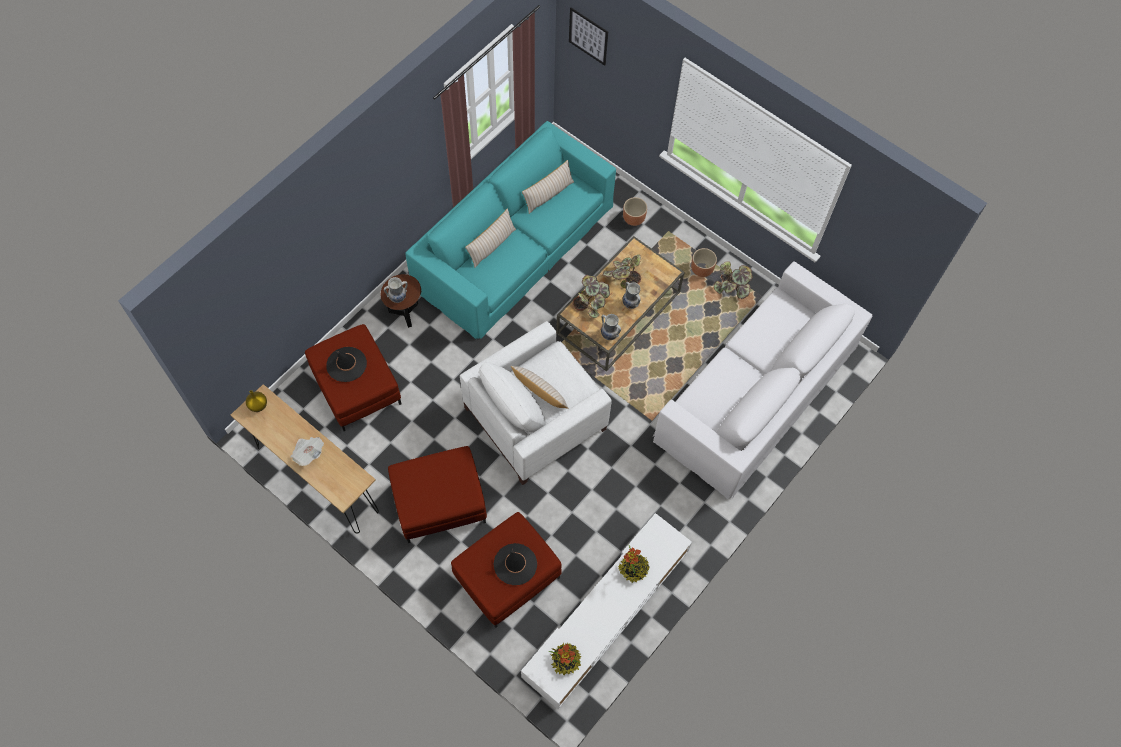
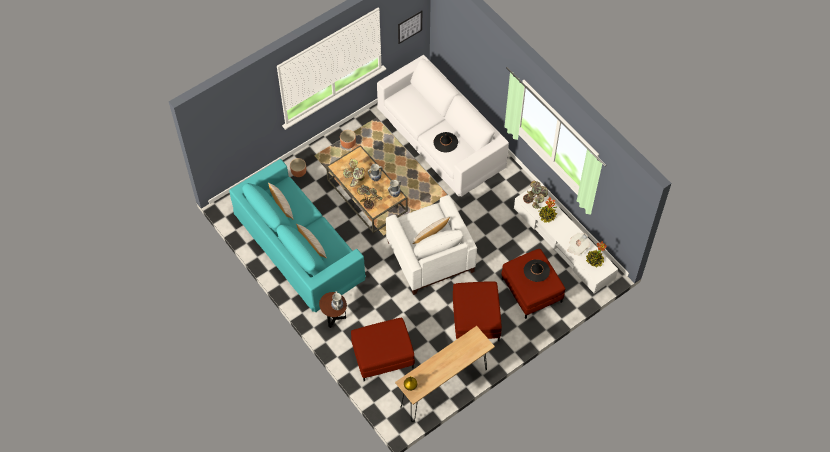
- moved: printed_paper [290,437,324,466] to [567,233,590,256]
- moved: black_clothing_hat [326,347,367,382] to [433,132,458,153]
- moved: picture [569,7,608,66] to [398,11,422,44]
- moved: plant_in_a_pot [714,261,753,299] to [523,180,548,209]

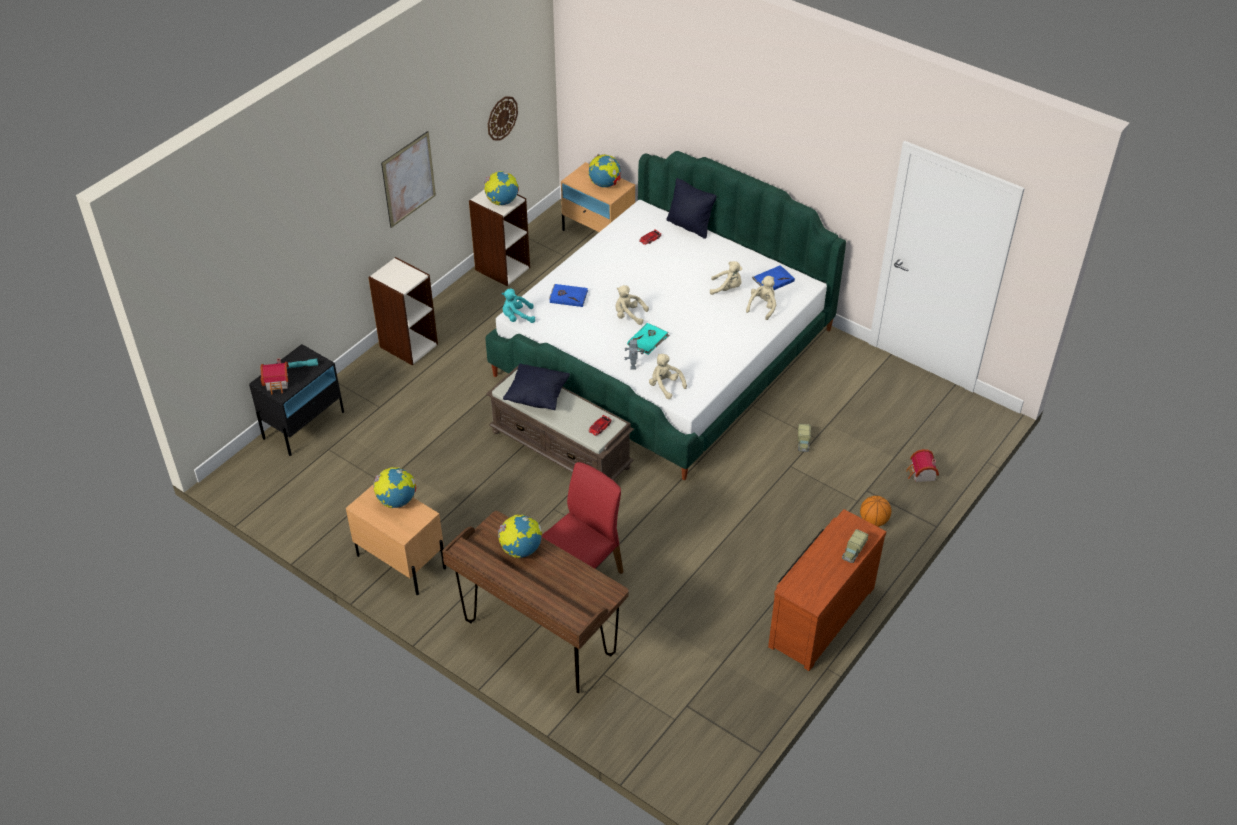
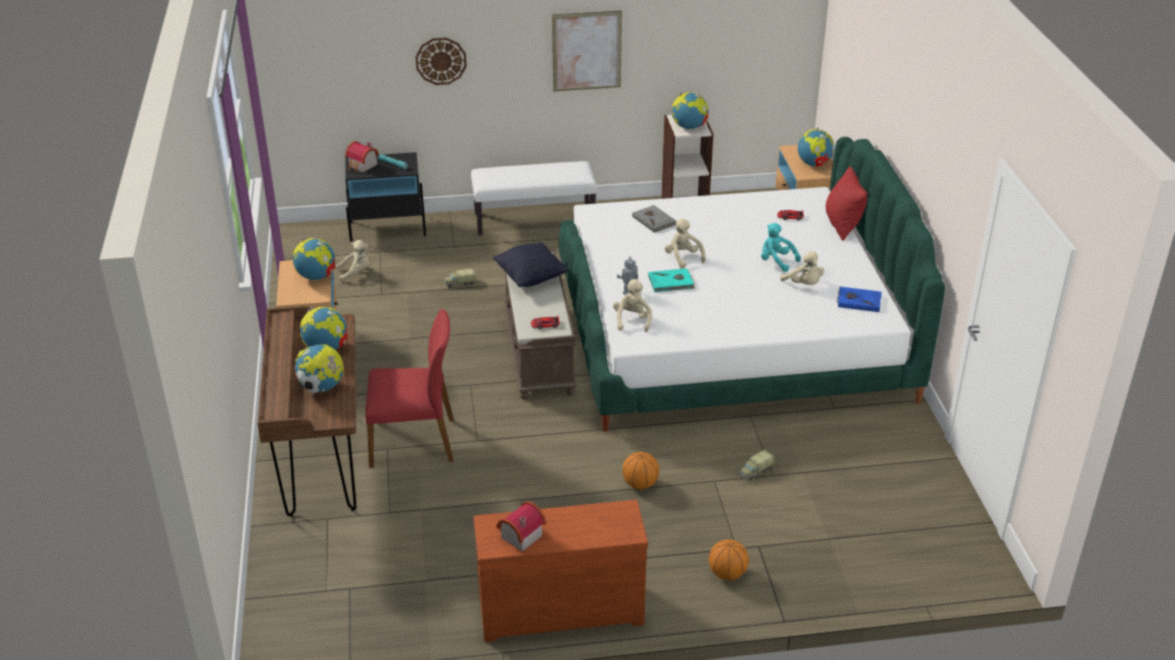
- added: desk_globe [294,344,344,393]
- added: basketball_ball [622,452,659,489]
- moved: clock_on_the_wall [488,96,518,140] to [415,38,467,85]
- moved: blue-green_cuddly_toy [502,288,535,323] to [761,223,801,272]
- moved: beige_cuddly_toy [746,276,776,320] to [336,240,370,282]
- moved: model_truck [842,529,868,563] to [444,268,477,288]
- moved: miniature_house [906,449,939,482] to [496,501,546,552]
- replaced: bookcase [368,257,438,365] to whitish_indoor_bench [471,161,597,235]
- recoloured: blue-coloured_book [549,284,588,307] to gray_book [632,205,677,233]
- recoloured: black_pillow [666,178,717,239] to red_pillow [826,166,867,241]

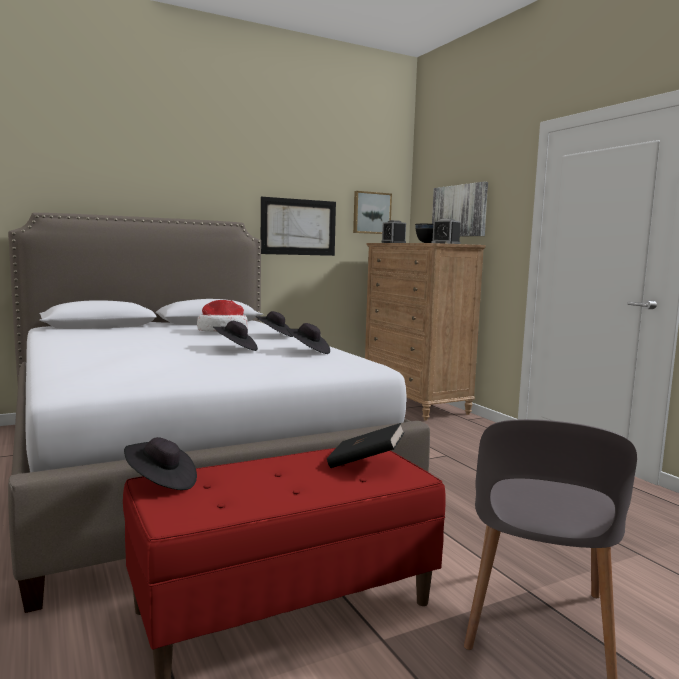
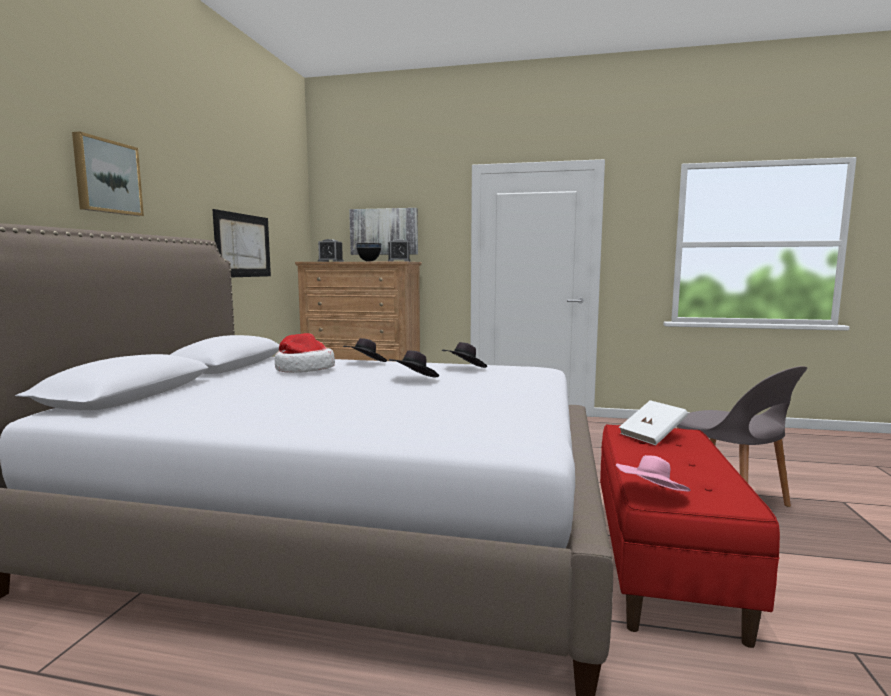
- moved: picture [353,191,392,234] to [72,132,144,216]
- recoloured: black_clothing_hat [124,437,197,490] to pink_clothing_hat [616,455,690,491]
- recoloured: black_book [327,423,405,468] to whitish_book [619,400,688,445]

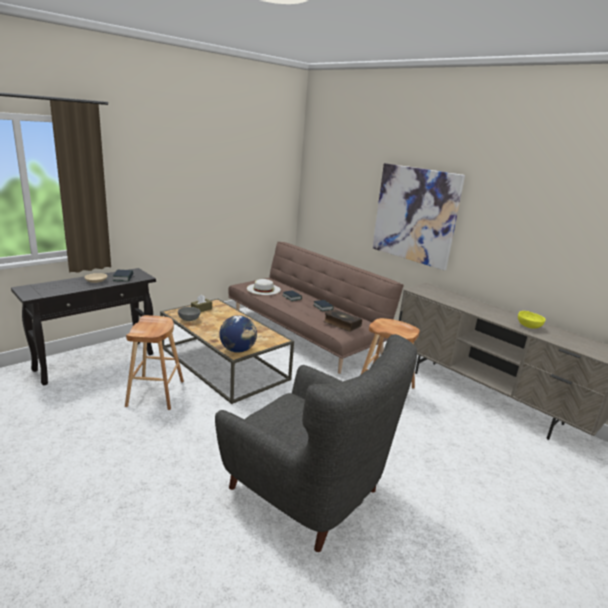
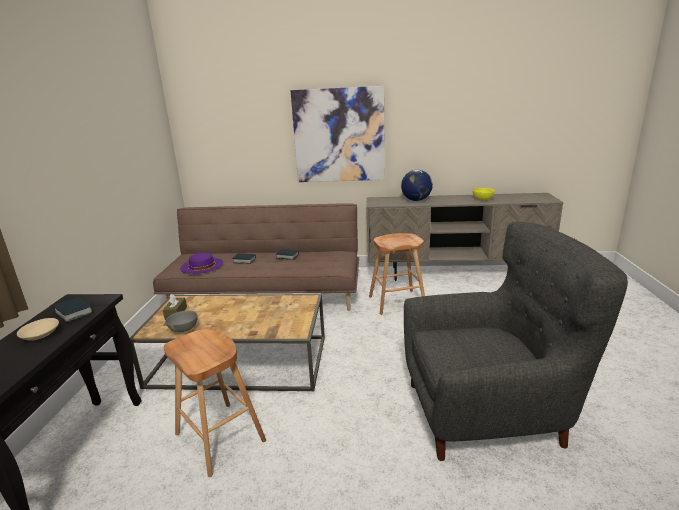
- removed: book [324,309,362,332]
- moved: desk_globe [219,315,257,353] to [401,170,433,201]
- recoloured: whitish_clothing_hat [247,279,281,295] to purplish_clothing_hat [180,253,223,274]

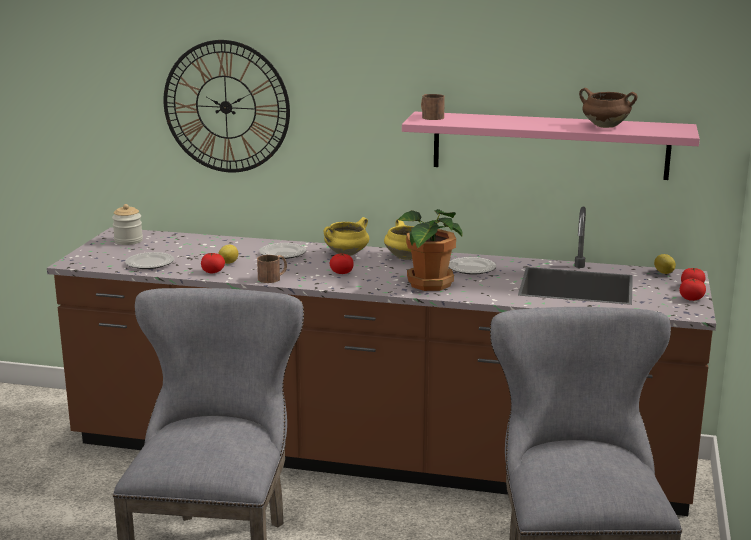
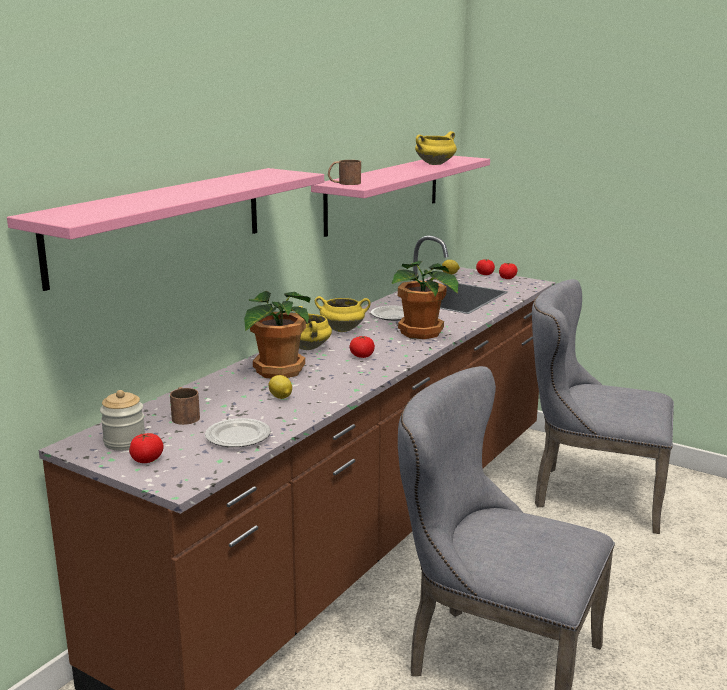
- moved: tomato [201,253,225,273] to [129,433,164,463]
- moved: brown_tea_mug [257,255,287,283] to [170,387,200,425]
- replaced: clock_on_the_wall [164,40,290,173] to pink_bracket_shelf [7,168,324,291]
- replaced: flat_dish [259,243,306,259] to plant_in_a_pot [244,291,311,378]
- recoloured: brown_cooking_pot [579,88,638,128] to yellow-coloured_cooking_pot [415,131,457,165]

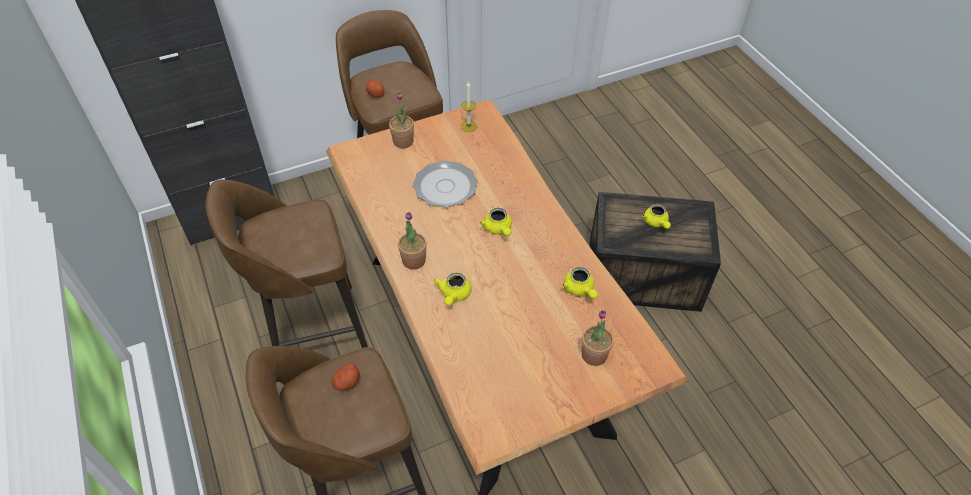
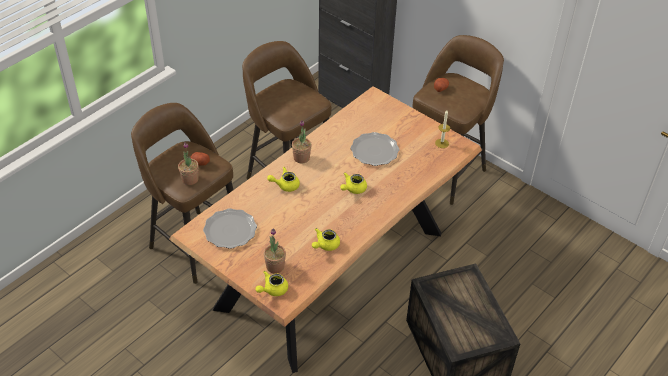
- added: flat_dish [203,208,257,249]
- moved: plant_in_a_pot [389,92,414,148] to [178,142,199,185]
- moved: yellow-coloured_pot_for_tea [643,204,671,229] to [255,271,288,296]

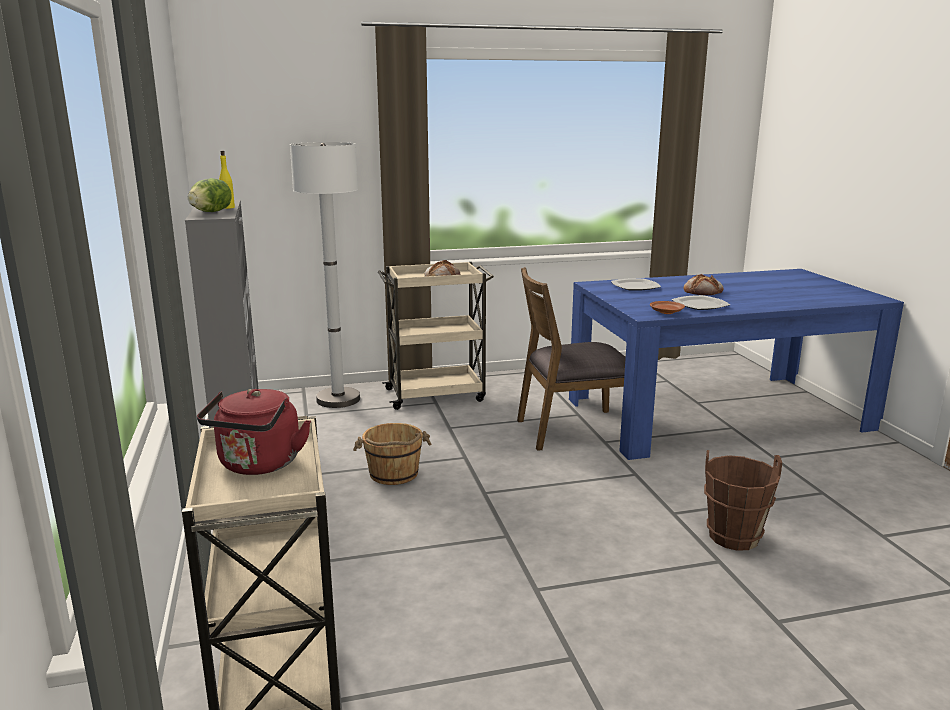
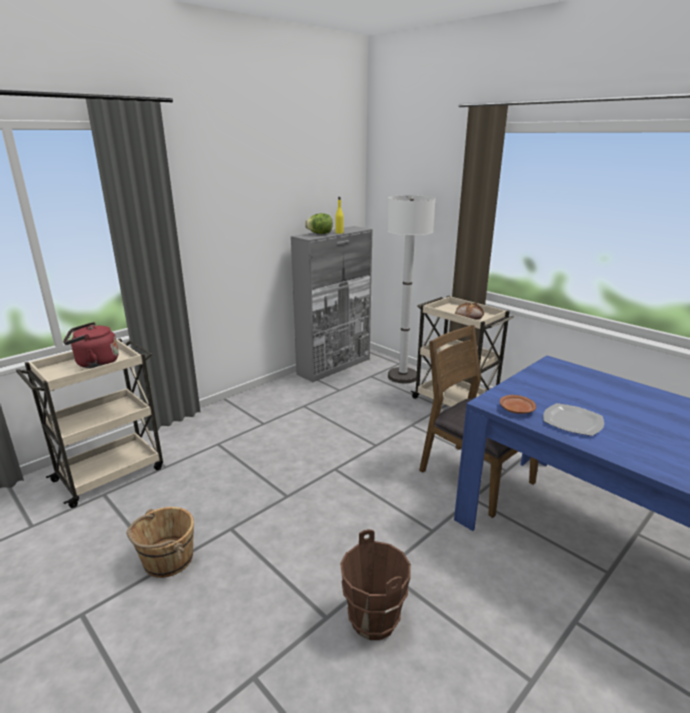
- removed: flat_dish [611,278,661,291]
- removed: bread [684,274,723,295]
- moved: brown_pail [353,423,431,485] to [127,507,194,578]

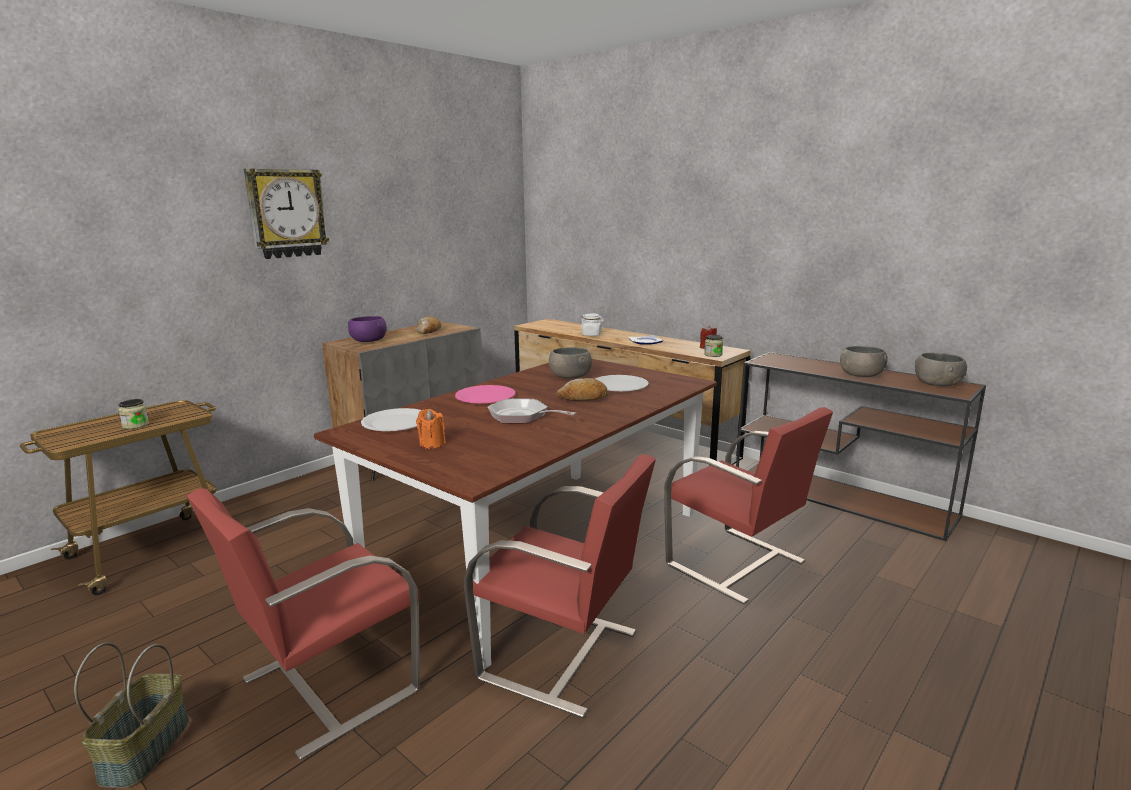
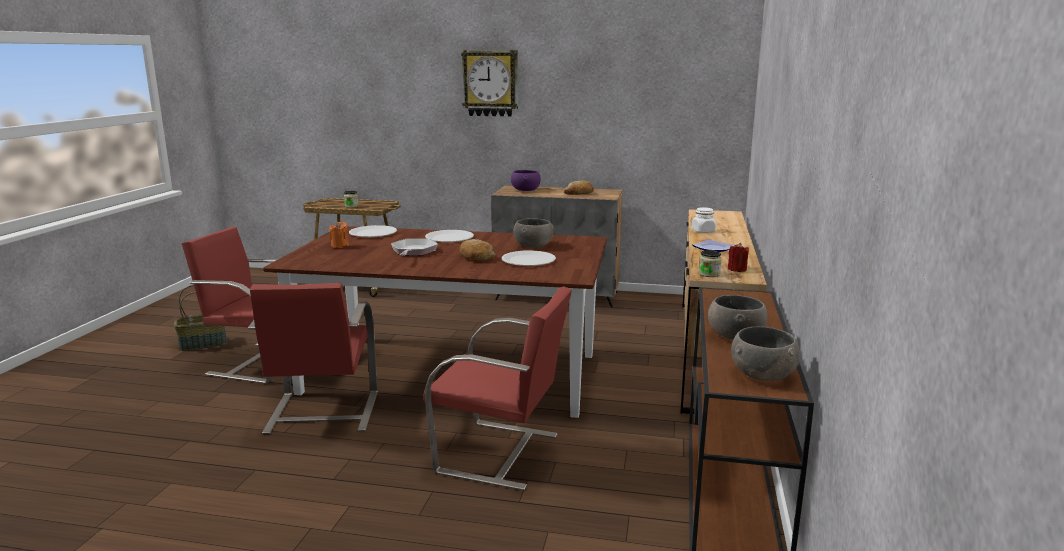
- recoloured: pink_flat_dish [455,385,515,403] to whitish_flat_dish [425,230,474,242]
- turned: red_upright_chair [664,407,833,605] = [423,286,572,491] 90 degrees counterclockwise

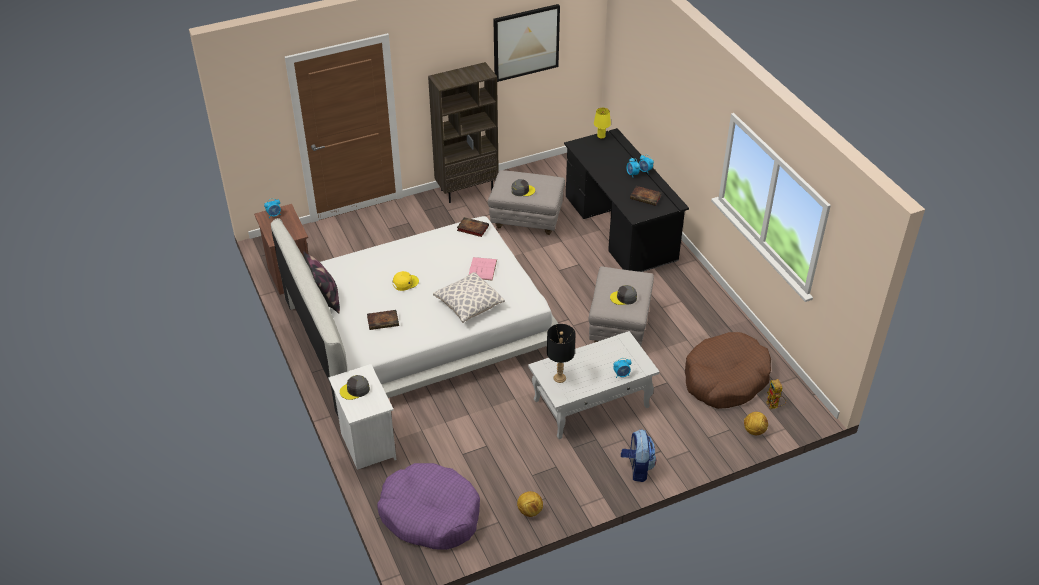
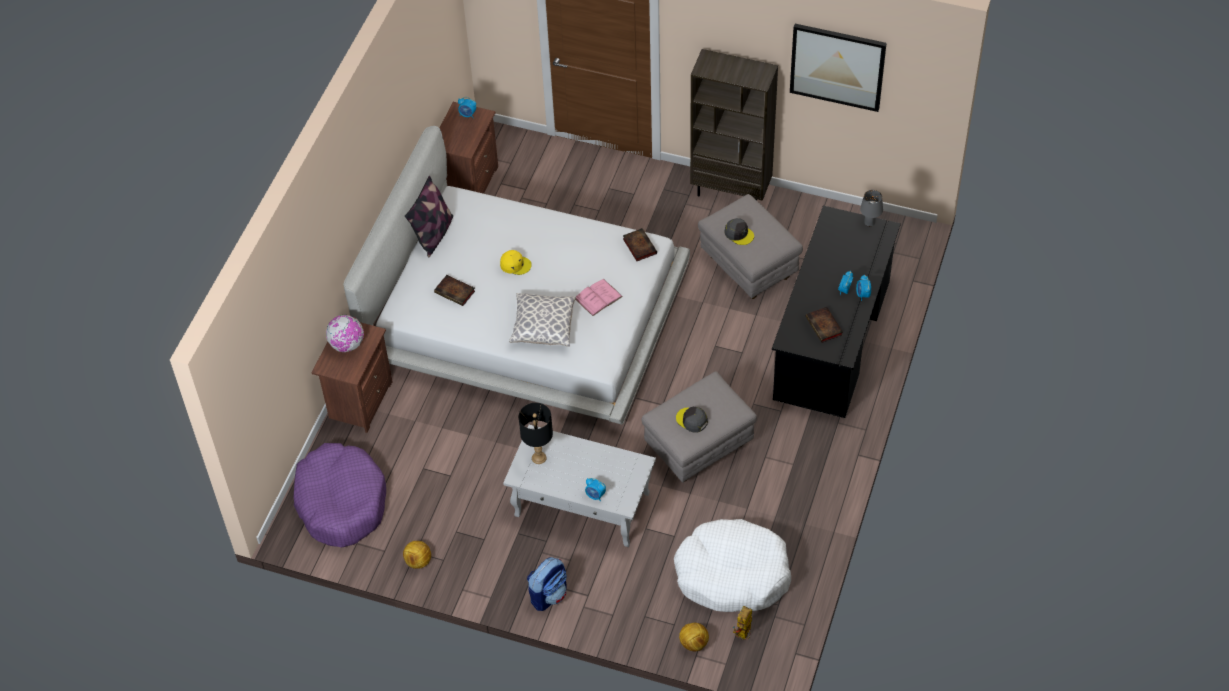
- replaced: gray_baseball_cap [340,375,370,400] to desk_globe [326,315,364,352]
- recoloured: whitish_night_table [328,364,396,470] to brown_night_table [311,322,393,433]
- recoloured: yellow-coloured_tabletop_lamp [594,108,611,139] to gray_tabletop_lamp [860,190,883,227]
- recoloured: brown_pet_bed [685,332,771,409] to whitish_pet_bed [674,519,791,612]

